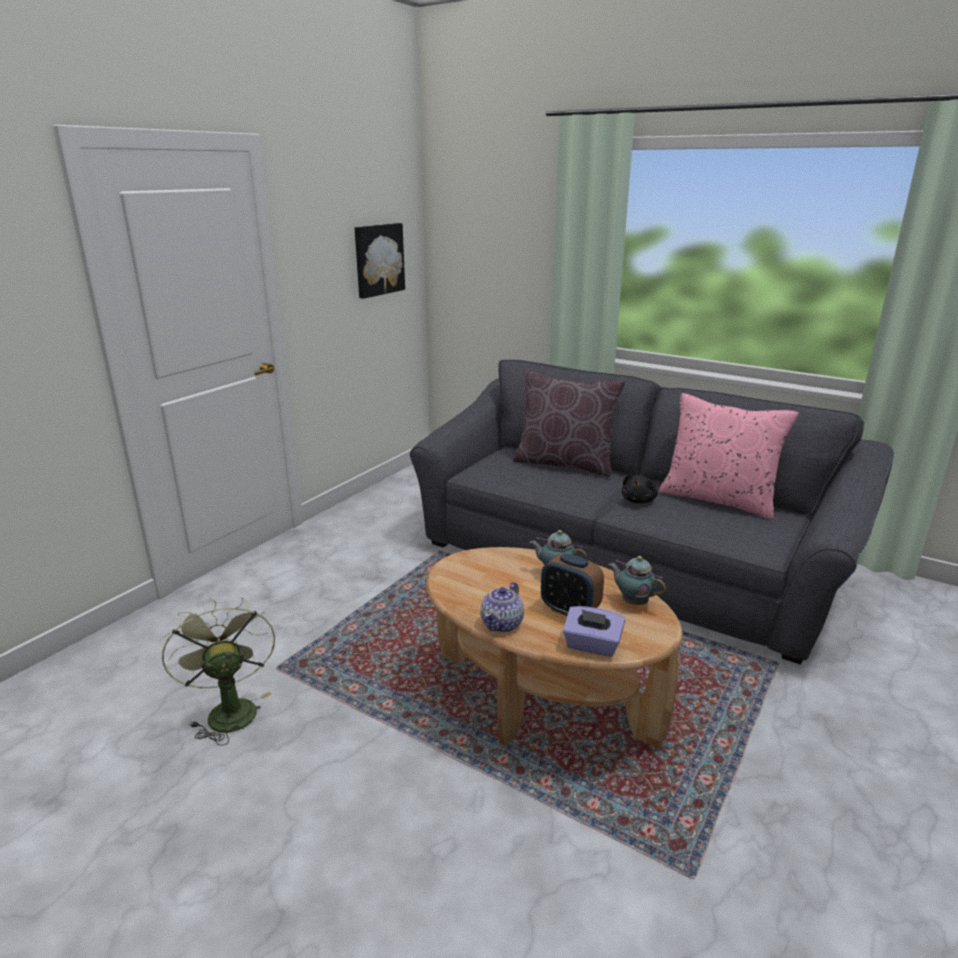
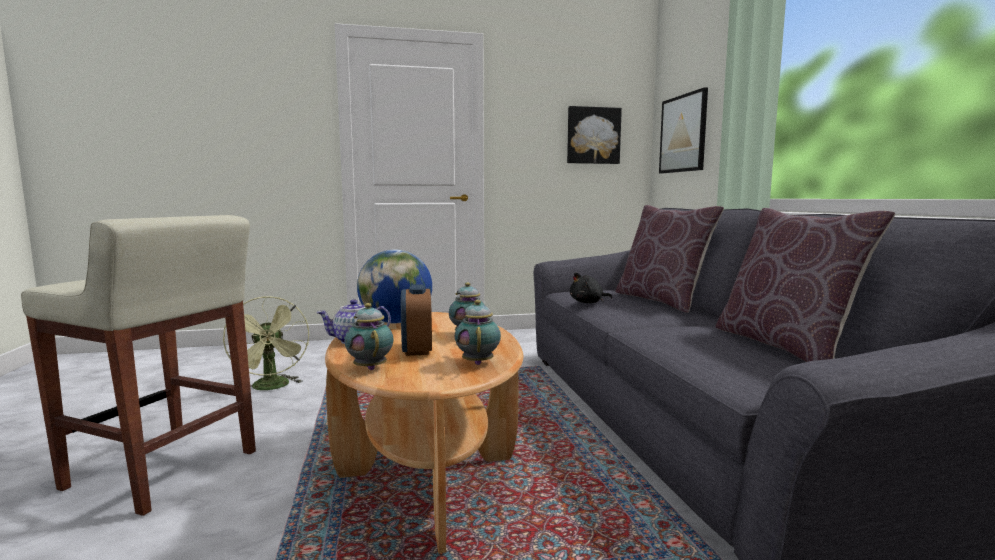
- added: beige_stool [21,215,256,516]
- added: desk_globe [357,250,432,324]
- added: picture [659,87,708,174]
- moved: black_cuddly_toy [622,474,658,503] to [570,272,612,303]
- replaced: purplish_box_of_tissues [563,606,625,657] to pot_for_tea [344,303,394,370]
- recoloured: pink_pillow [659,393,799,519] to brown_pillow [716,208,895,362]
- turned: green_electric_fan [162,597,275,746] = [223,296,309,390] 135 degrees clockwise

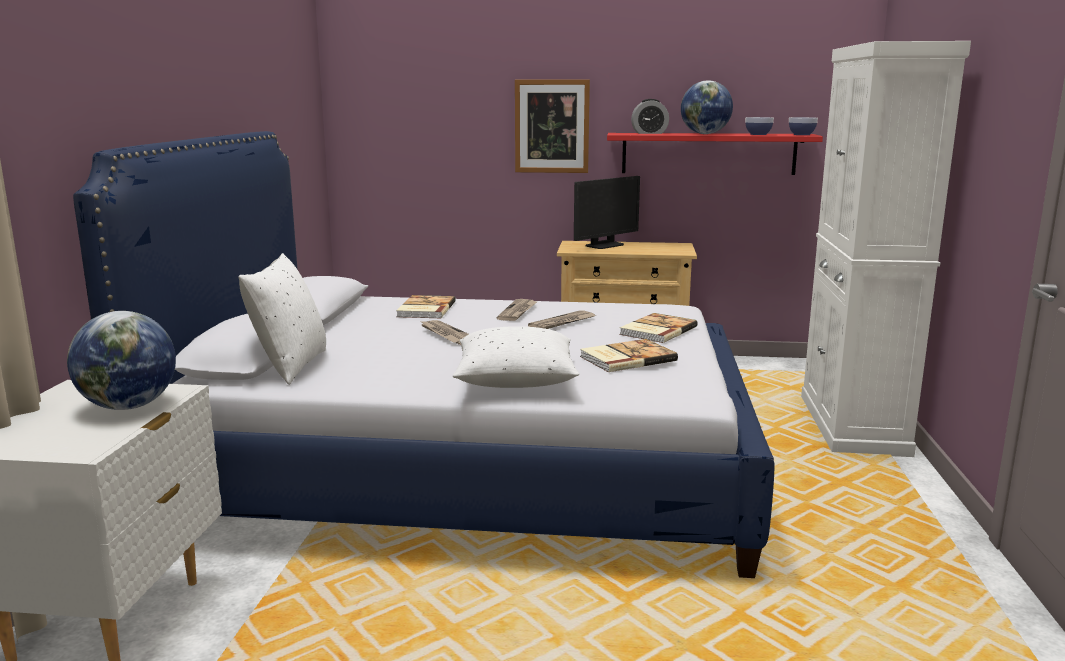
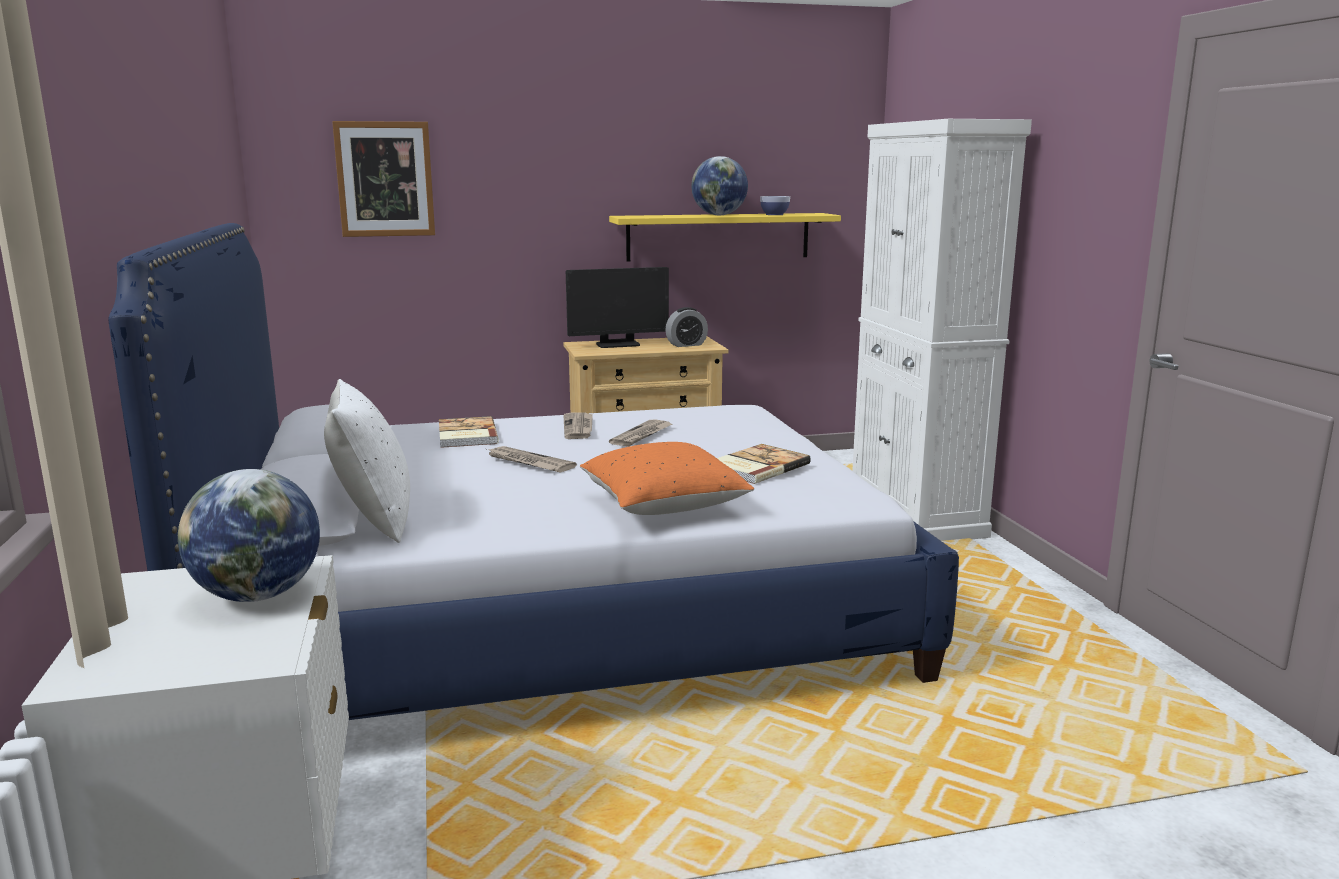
- removed: book [619,313,698,343]
- removed: bowl [789,117,818,135]
- moved: picture [515,79,590,173] to [332,121,435,237]
- moved: bedside_clock [631,99,669,134] to [665,307,708,347]
- recoloured: whitish_pillow [453,326,579,388] to orange-coloured_pillow [580,442,754,515]
- recoloured: red_bracket_shelf [607,133,823,175] to yellow-coloured_bracket_shelf [609,213,841,261]
- turned: monitor [574,176,640,249] = [566,267,669,348] 45 degrees clockwise

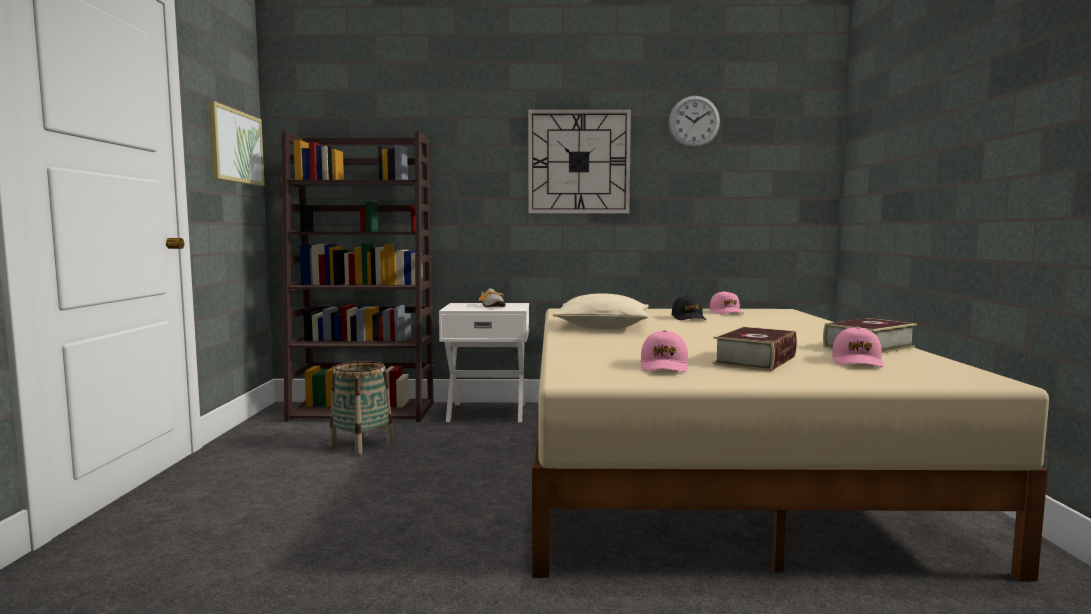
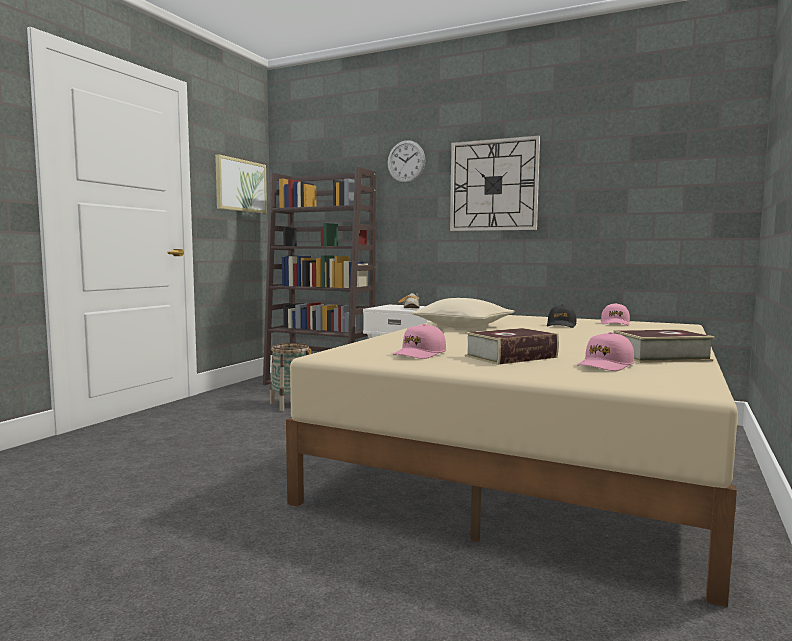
- moved: clock_on_the_wall [669,96,720,148] to [387,140,425,183]

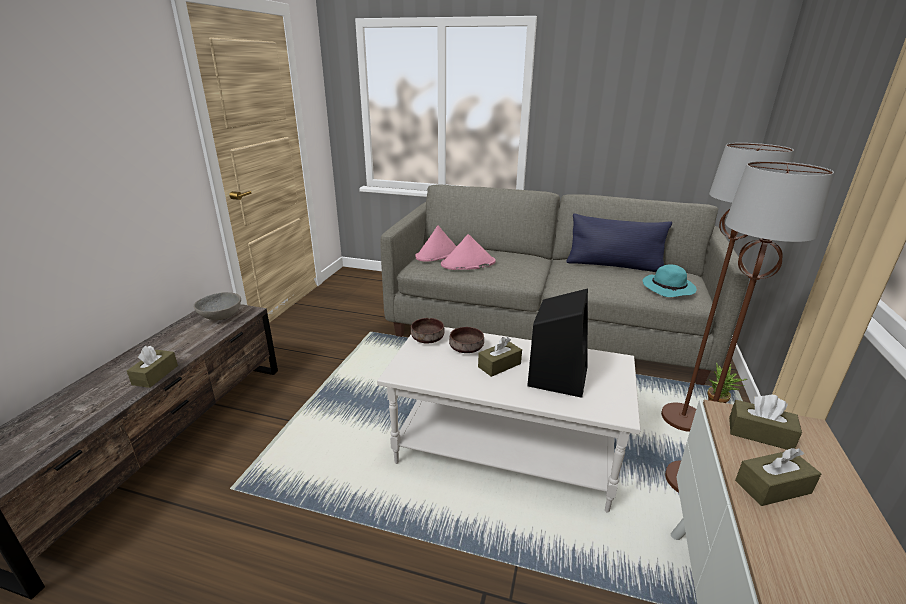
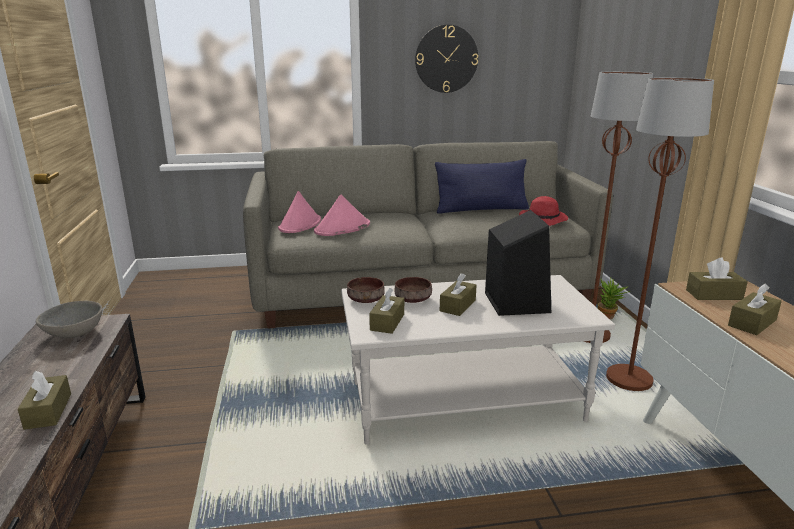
- added: brown_box_of_tissues [369,288,404,334]
- added: clock_on_the_wall [415,25,478,93]
- recoloured: blue-green_clothing_hat [643,264,697,297] to red_clothing_hat [519,196,568,226]

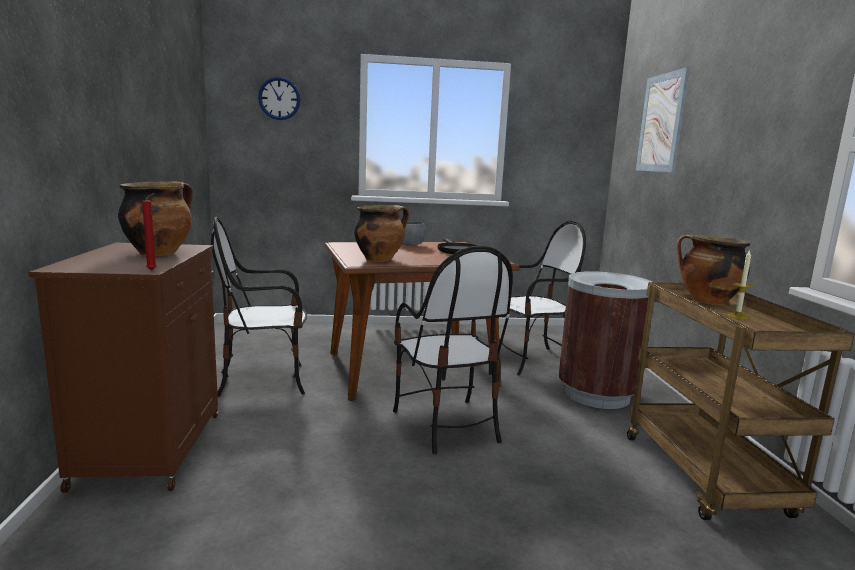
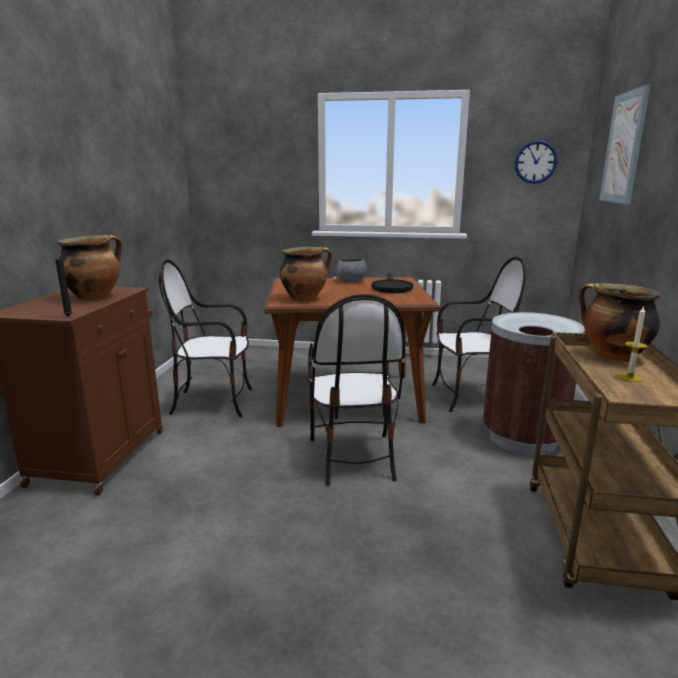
- moved: clock_on_the_wall [258,77,300,120] to [515,140,558,184]
- recoloured: red_candle [142,193,157,270] to black_candle [55,252,73,316]

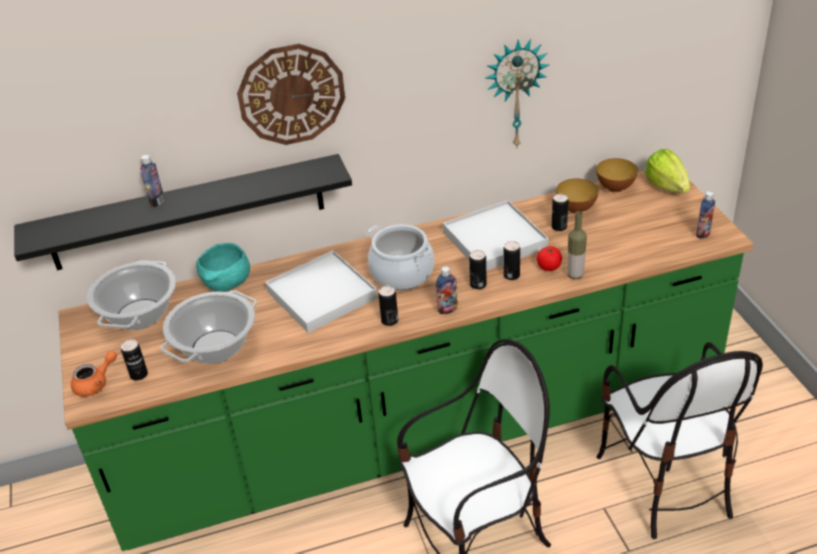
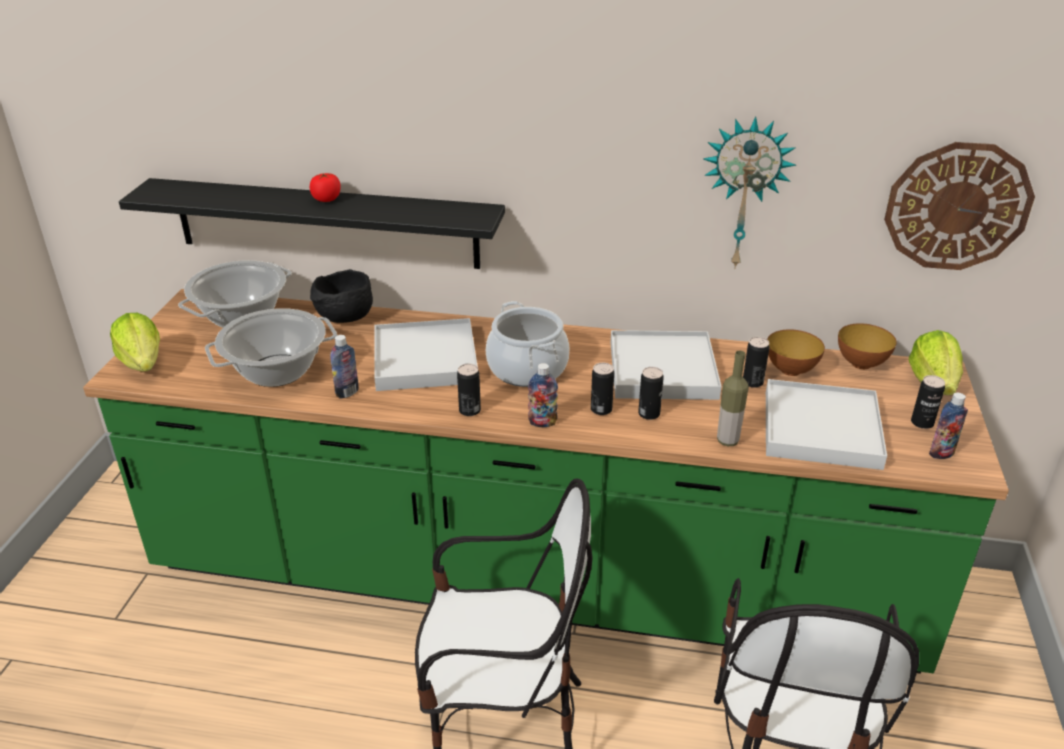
- added: whitish_tray [766,379,887,470]
- moved: metal_can [121,339,148,381] to [911,375,945,429]
- moved: beverage_bottle [140,155,165,207] to [330,335,359,399]
- moved: clock_on_the_wall [237,44,345,145] to [884,142,1035,270]
- moved: tomato [537,246,562,271] to [310,173,341,202]
- replaced: orange-coloured_pot_for_tea [71,351,117,397] to lettuce_head [110,313,160,372]
- recoloured: blue-green_bowl [196,243,250,292] to black_bowl [310,269,373,323]

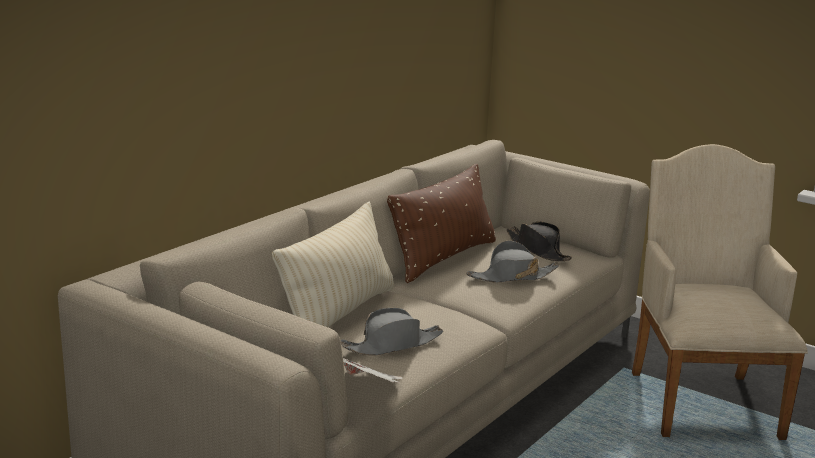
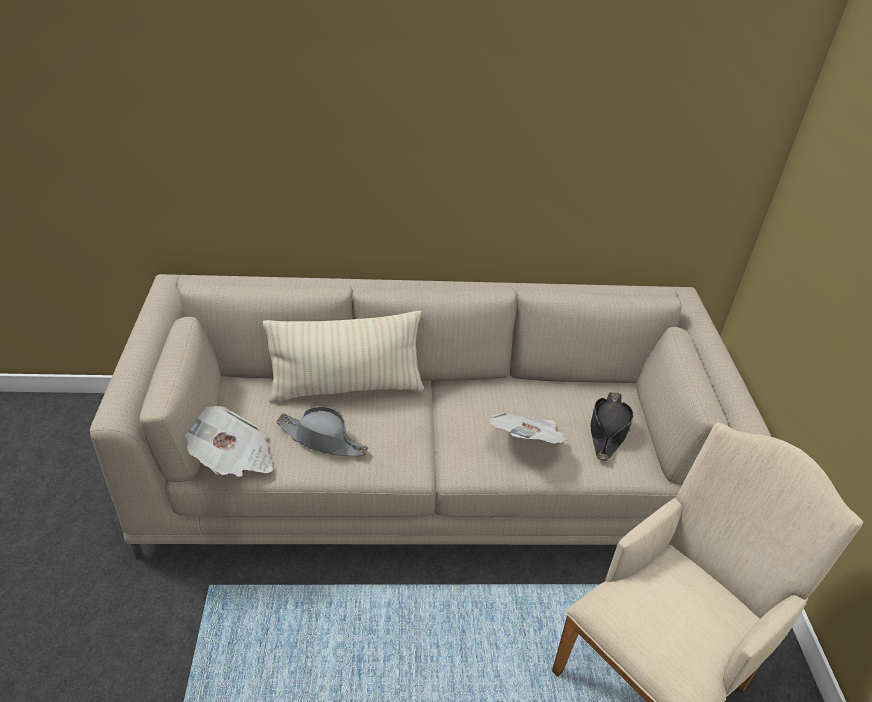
- removed: brown_pillow [387,164,496,283]
- replaced: gray_clothing_hat [467,240,559,283] to printed_paper [489,412,567,444]

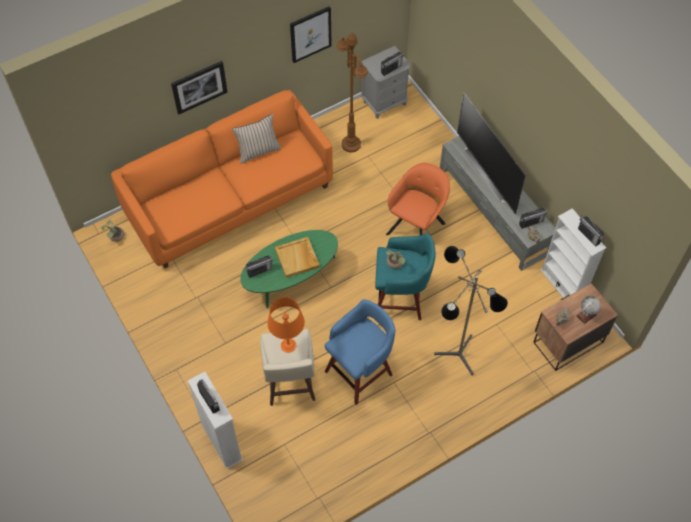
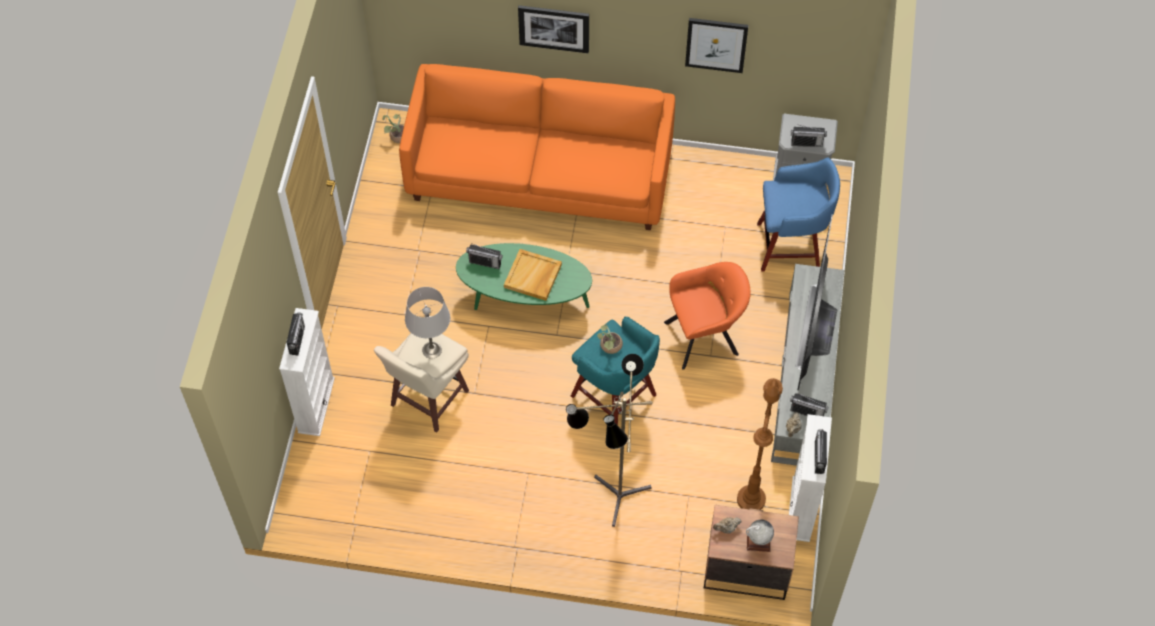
- removed: beige_pillow [232,114,281,164]
- moved: blue-coloured_stool [325,299,395,405] to [757,157,840,271]
- moved: brown_standing_lamp [336,32,368,152] to [737,378,783,510]
- recoloured: orange-coloured_tabletop_lamp [267,297,305,353] to gray_tabletop_lamp [405,287,450,359]

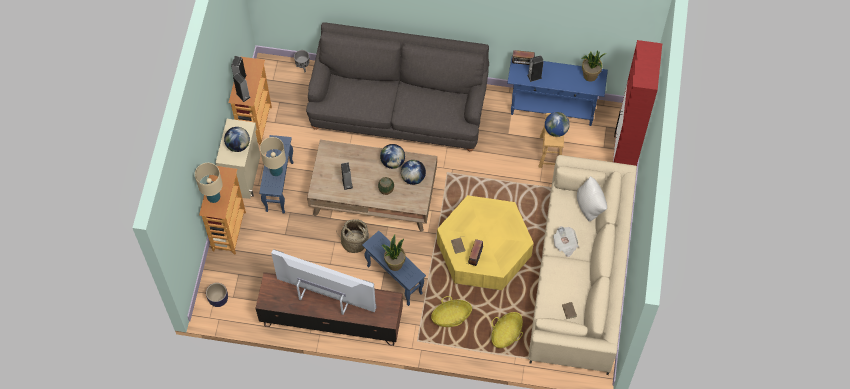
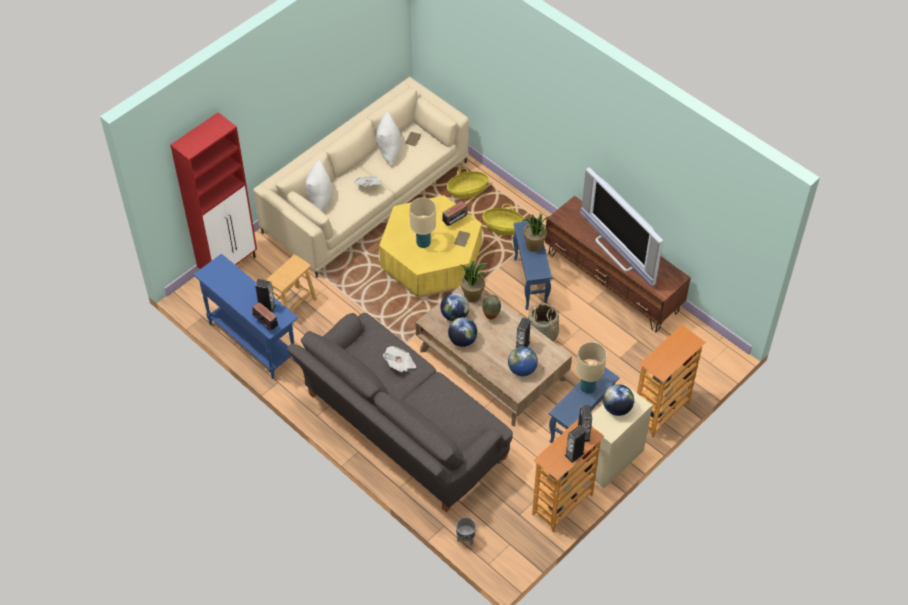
- removed: planter [206,283,228,307]
- added: whitish_pillow [376,112,402,164]
- added: printed_paper [383,346,416,372]
- moved: beige_tabletop_lamp [195,163,223,203] to [409,198,436,248]
- moved: desk_globe [545,112,570,137] to [508,347,538,376]
- moved: plant_in_a_pot [582,50,607,82] to [460,261,487,303]

